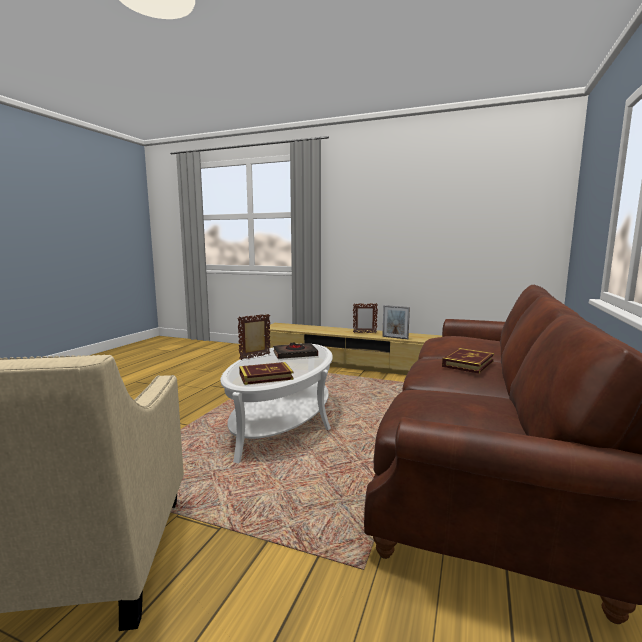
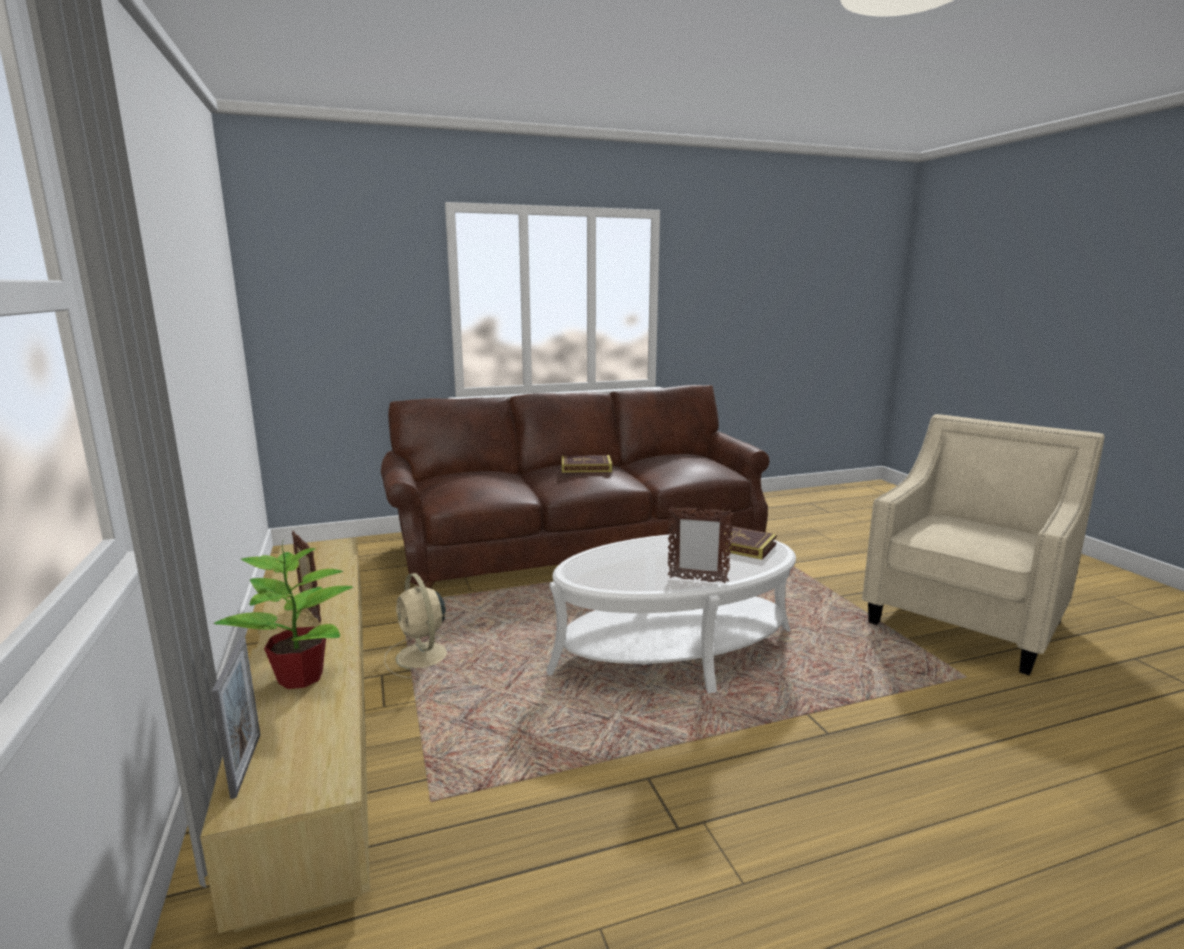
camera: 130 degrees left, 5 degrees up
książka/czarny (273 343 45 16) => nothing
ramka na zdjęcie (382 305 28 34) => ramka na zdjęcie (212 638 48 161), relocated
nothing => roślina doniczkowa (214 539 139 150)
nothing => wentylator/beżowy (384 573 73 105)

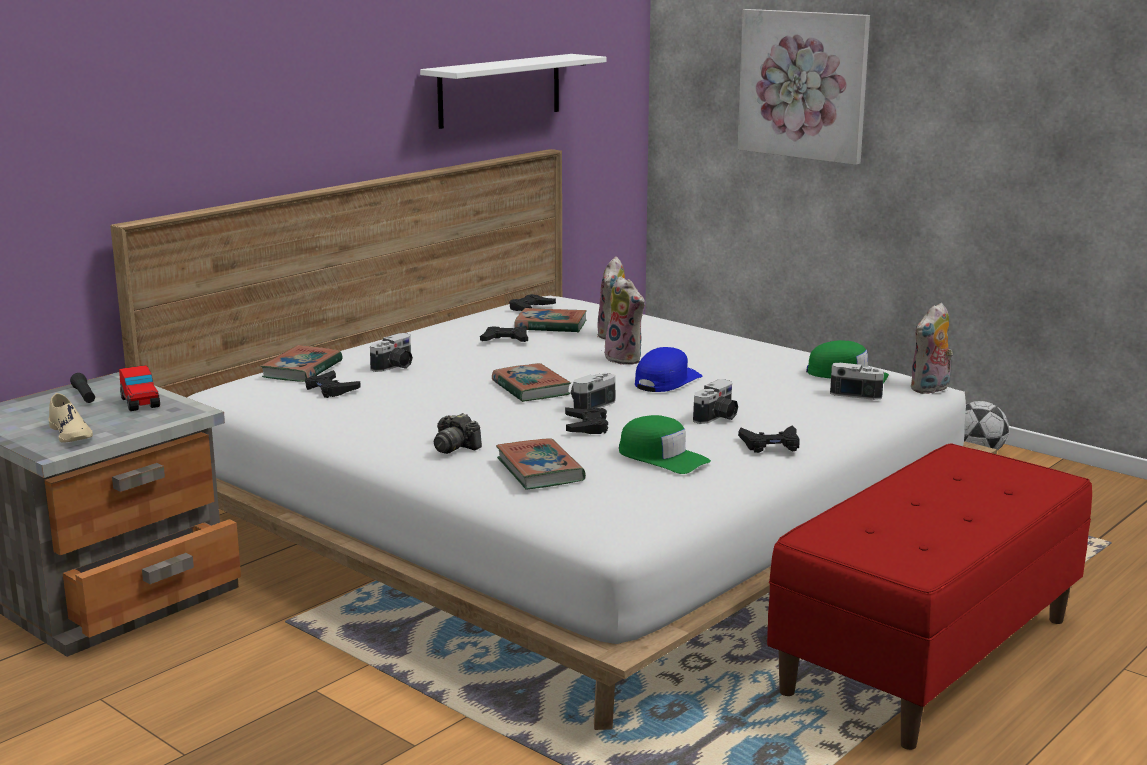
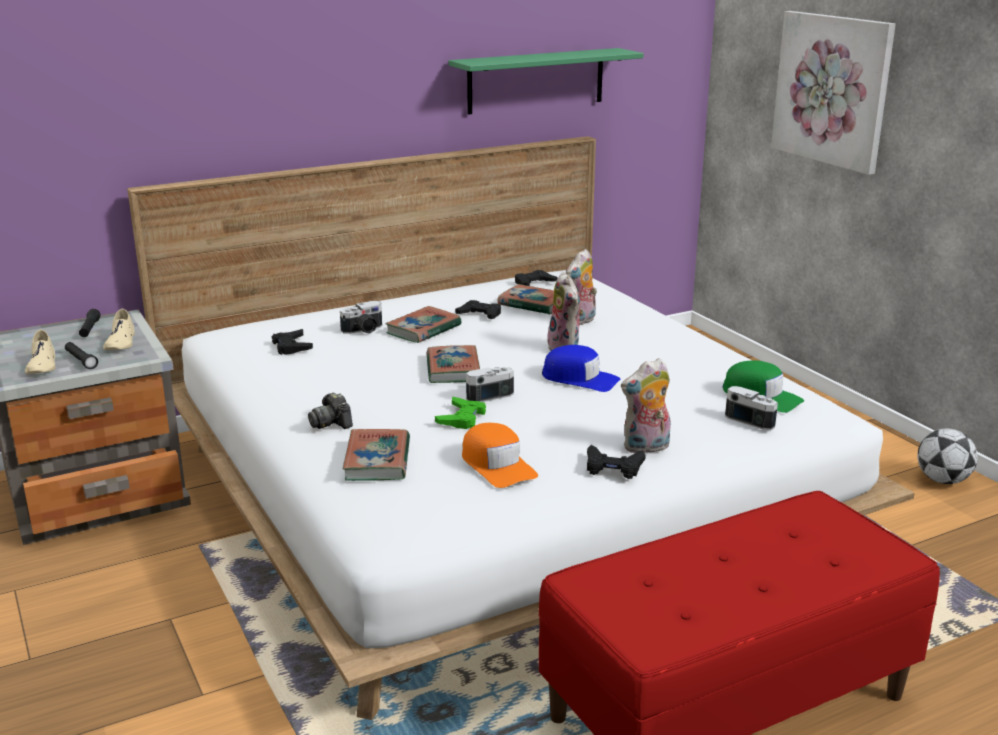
camera: 20 degrees right, 5 degrees up
samochodzik (119 365 41 46) => but/beżowy (103 308 32 42)
książka (260 345 83 37) => książka (385 306 76 37), relocated
półka/biały (420 54 187 75) => półka/zielony (449 48 195 67)
pad do gier/czarny (565 407 43 27) => pad do gier/zielony (435 396 51 33)
czapka z daszkiem/zielony (619 415 92 59) => czapka z daszkiem/pomarańczowy (462 423 76 65)
czapka z daszkiem/niebieski (635 347 67 45) => czapka z daszkiem/niebieski (542 345 78 47), 60 degrees clockwise
aparat fotograficzny (693 379 45 45) => nothing
pluszak (911 303 42 91) => pluszak (621 358 50 95), relocated
nothing => latarka/czarny (65 342 33 27)

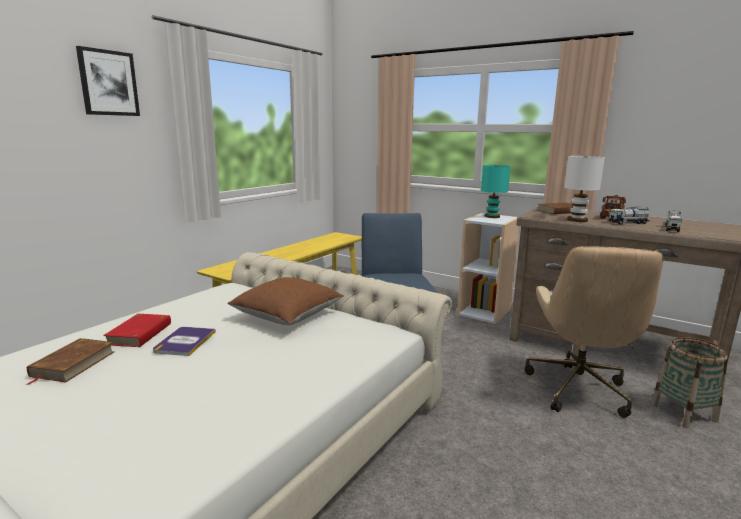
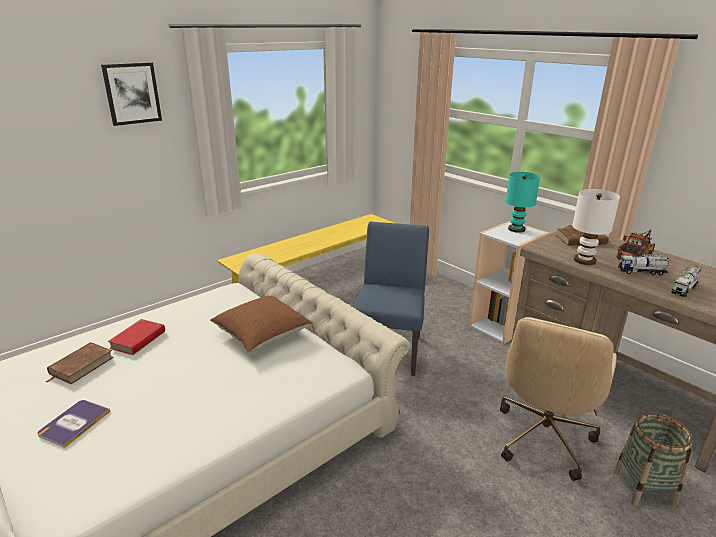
camera: 15 degrees right, 10 degrees up
książka (153 327 63 29) => książka (37 400 73 48), relocated

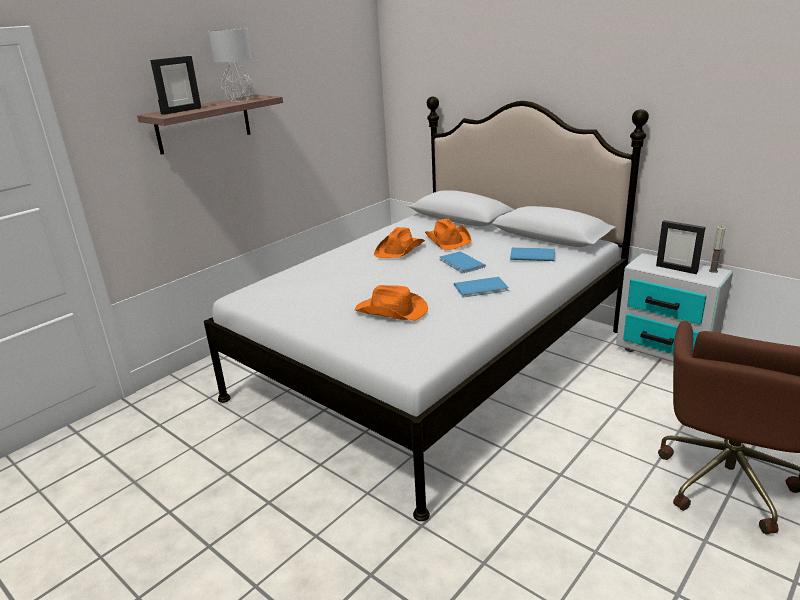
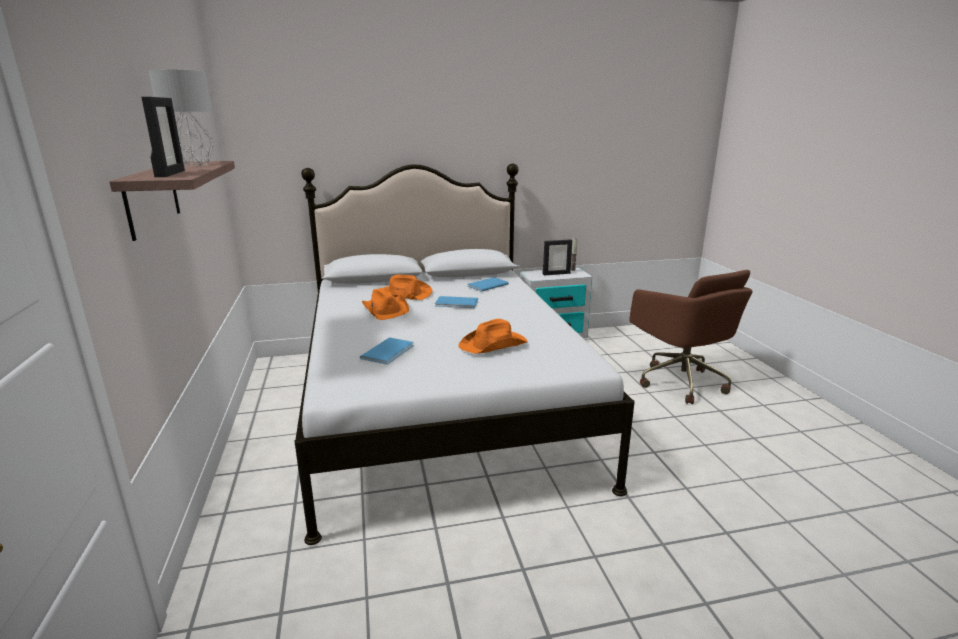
camera: 55 degrees left, 5 degrees down
książka/niebieski (454 277 55 21) => książka/niebieski (360 338 54 27), relocated

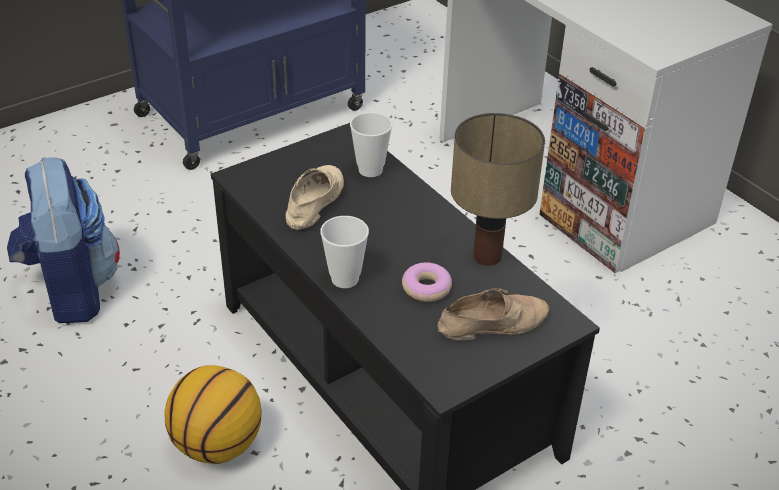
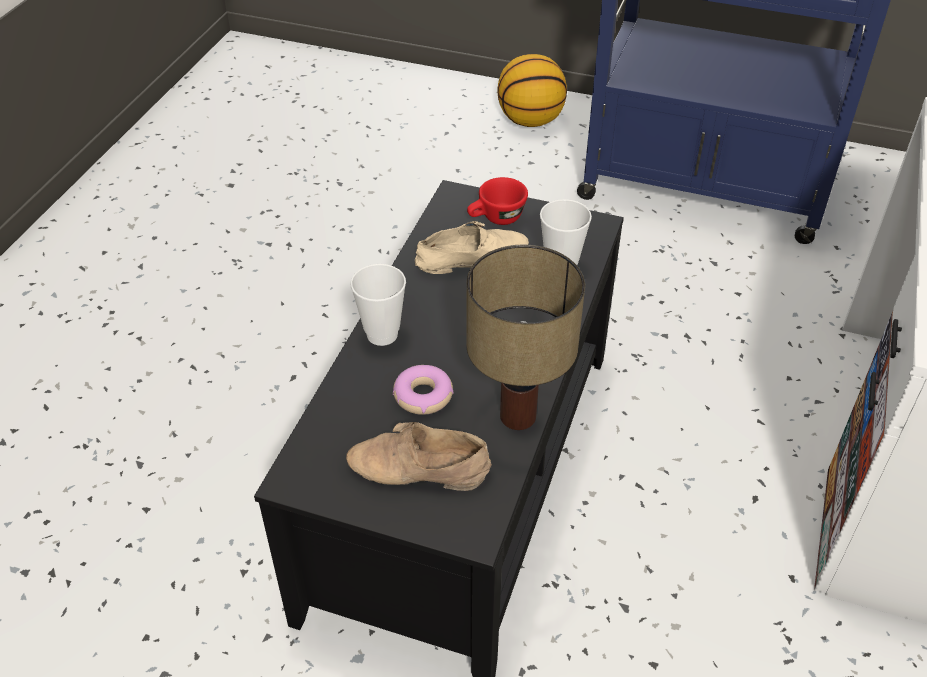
camera: 55 degrees right, 5 degrees up
plecak (7 158 113 165) => nothing
piłka do koszykówki (164 365 98 99) => piłka do koszykówki (497 54 70 73), relocated
but/beżowy (438 288 111 52) => but/beżowy (346 422 146 69), 150 degrees clockwise
nothing => filiżanka/czerwony (467 177 61 48)

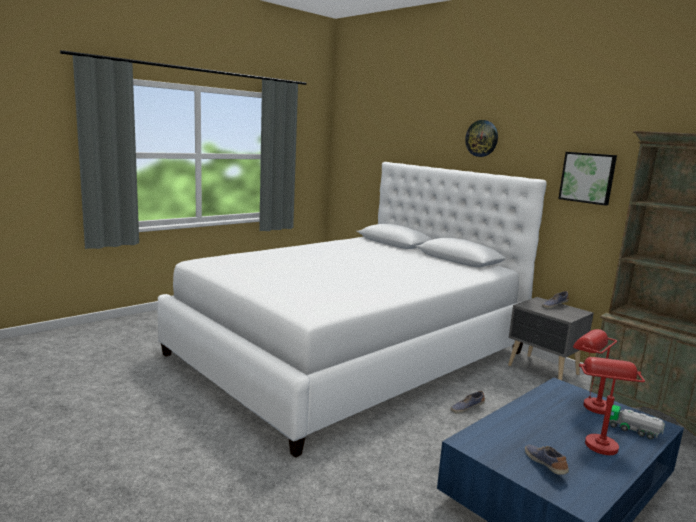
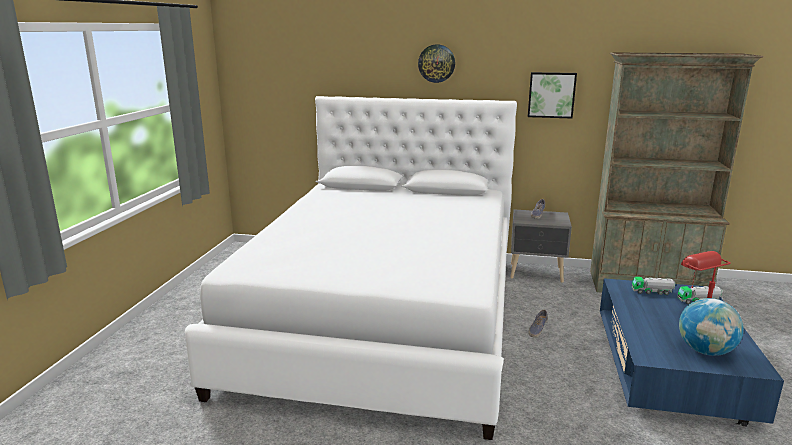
camera: 35 degrees left, 5 degrees up
but (525 445 44 30) => globus (679 298 65 58)
lampa stołowa/czerwony (573 329 44 86) => ciężarówka zabawkowa (632 277 43 18)

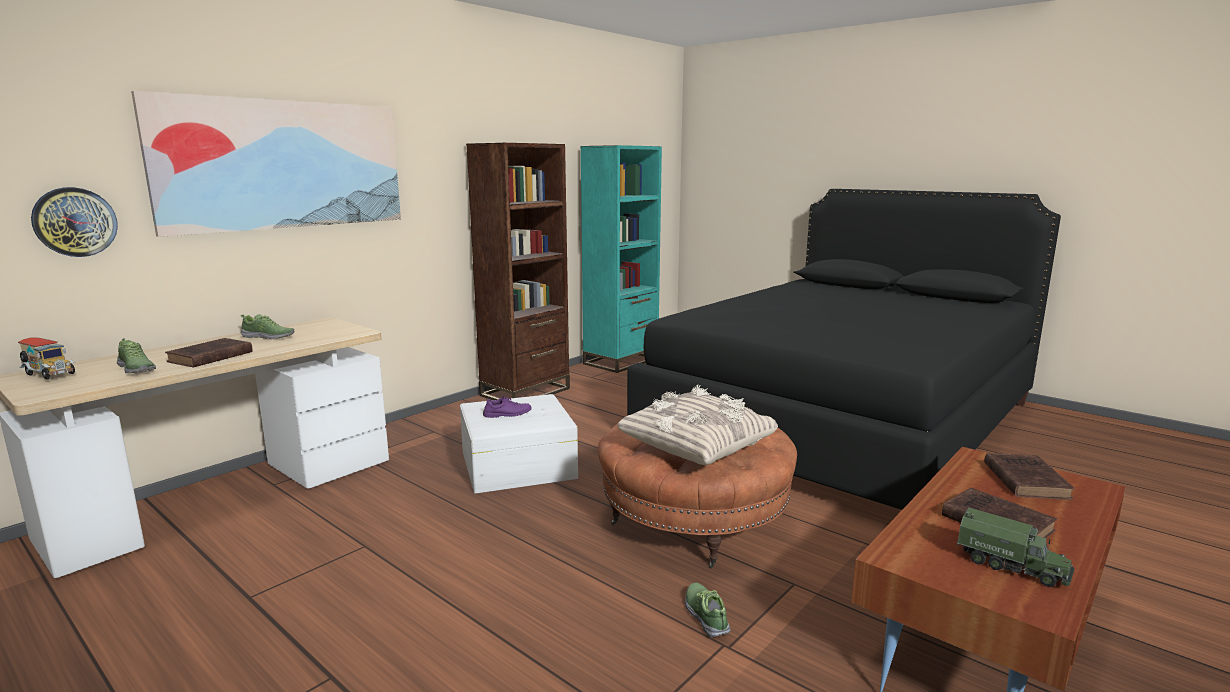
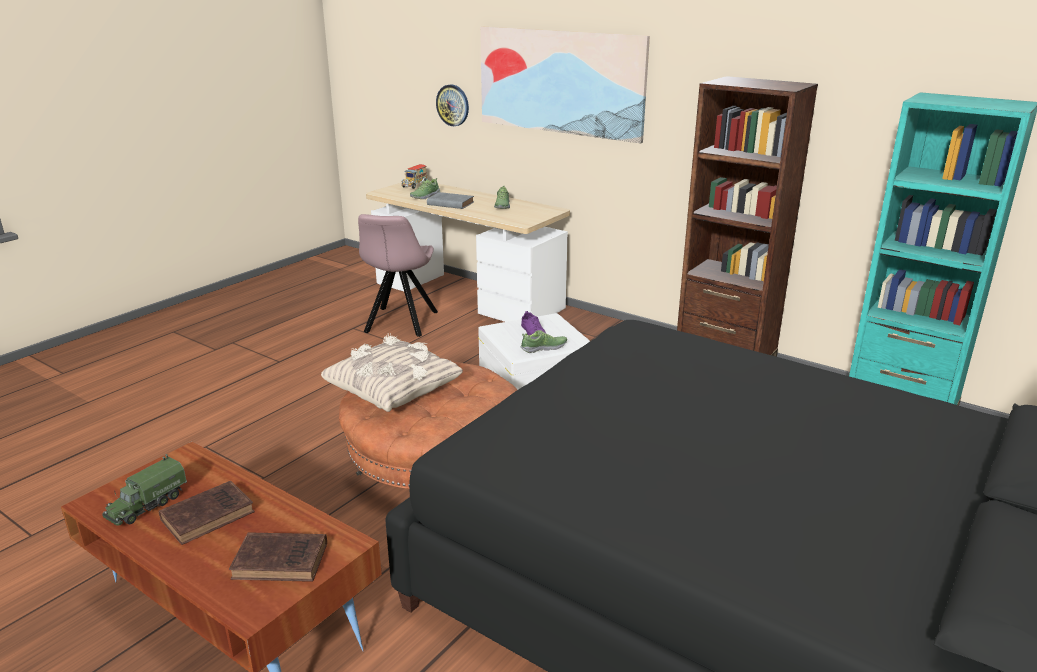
camera: 85 degrees right, 10 degrees up
książka/brązowy (165 338 88 30) => książka/szary (427 192 47 17)
but (685 582 46 56) => but (520 330 47 23), relocated
nothing => krzesło/różowy (358 214 80 123)

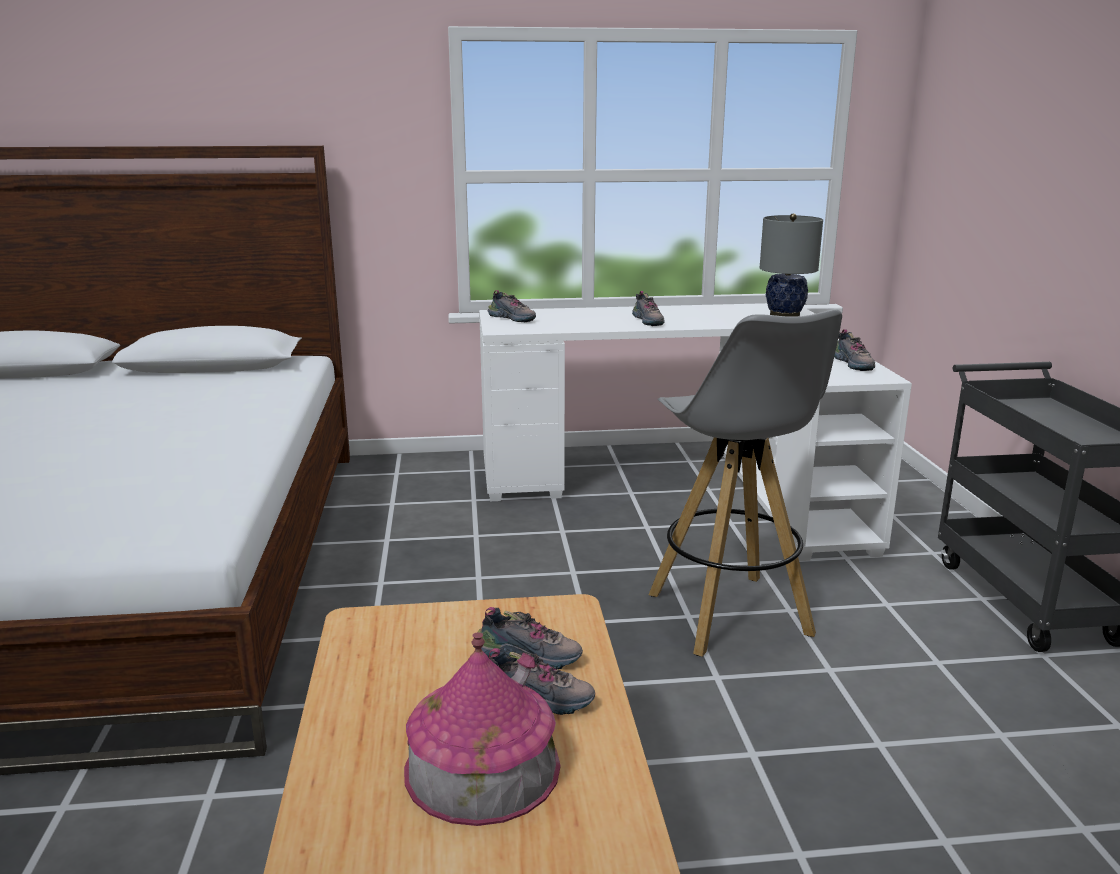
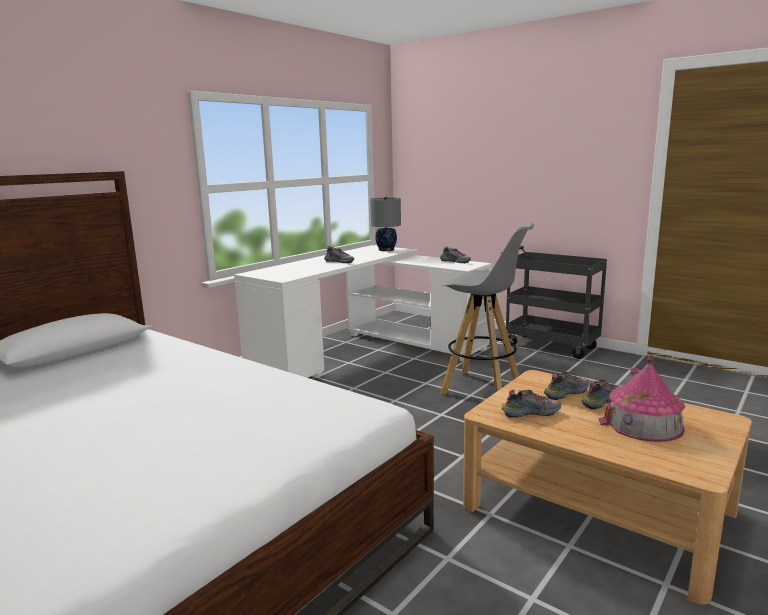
camera: 45 degrees left, 5 degrees down
but (488 290 48 32) => but (502 389 59 29), relocated

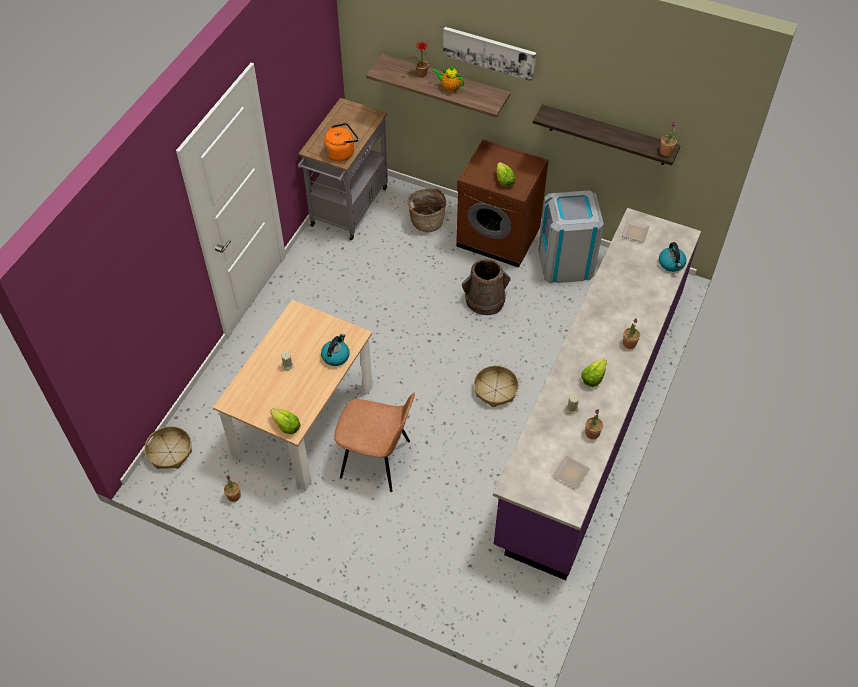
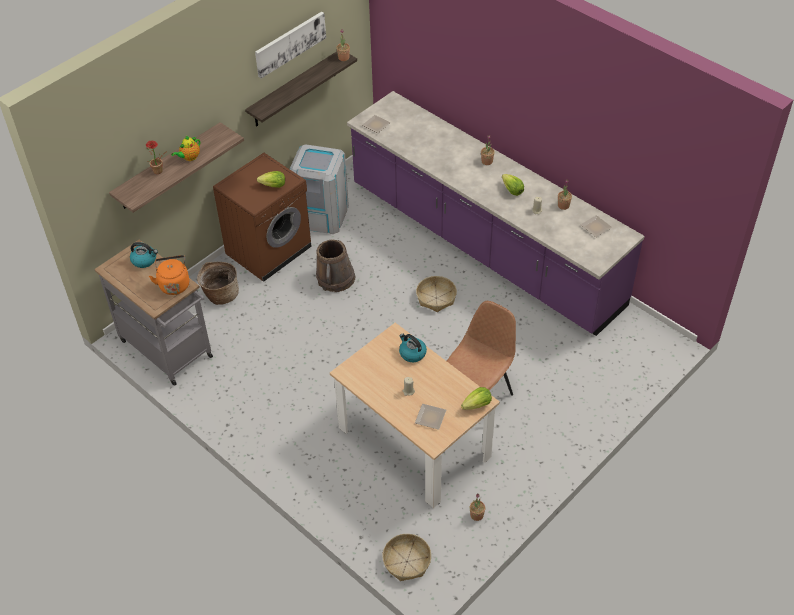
camera: 70 degrees left, 5 degrees down
obraz (443 27 93 54) => obraz (255 12 71 66), relocated
czajnik (659 242 28 30) => czajnik (130 242 28 26), relocated
nothing => talerz (415 404 31 26)

